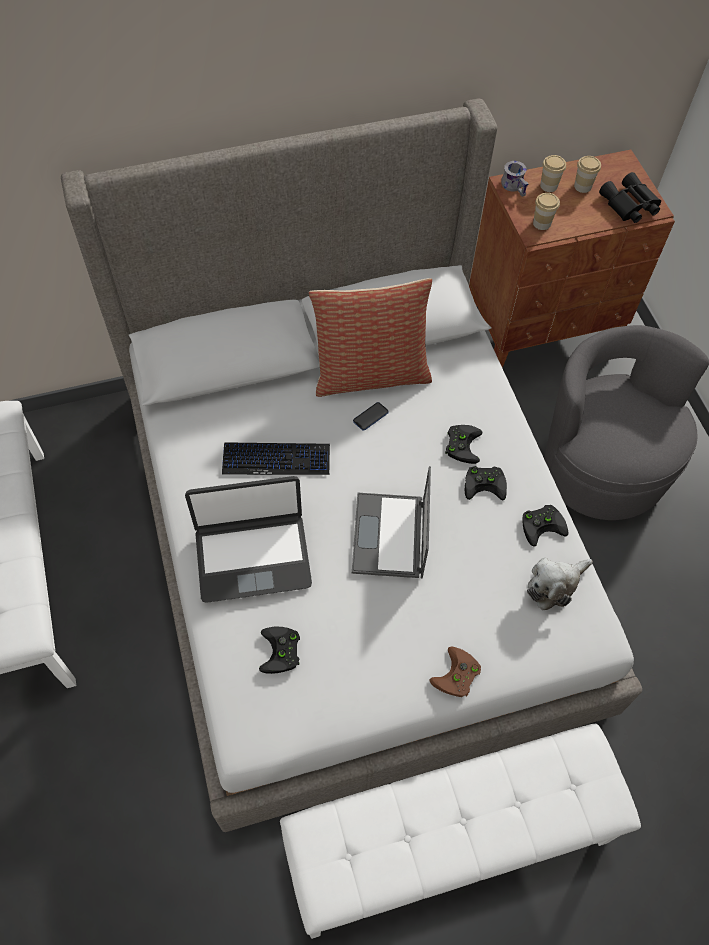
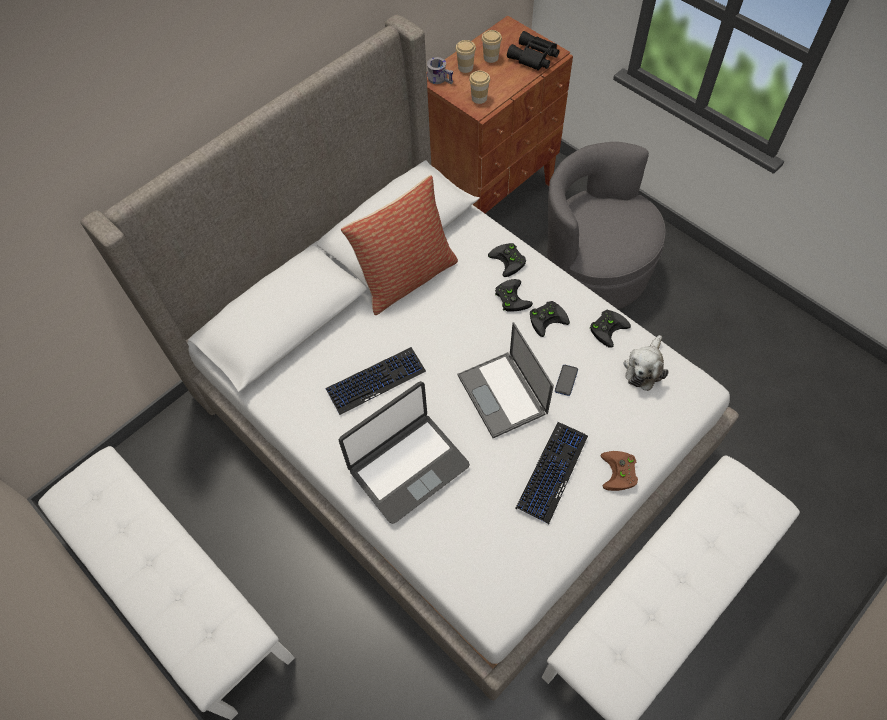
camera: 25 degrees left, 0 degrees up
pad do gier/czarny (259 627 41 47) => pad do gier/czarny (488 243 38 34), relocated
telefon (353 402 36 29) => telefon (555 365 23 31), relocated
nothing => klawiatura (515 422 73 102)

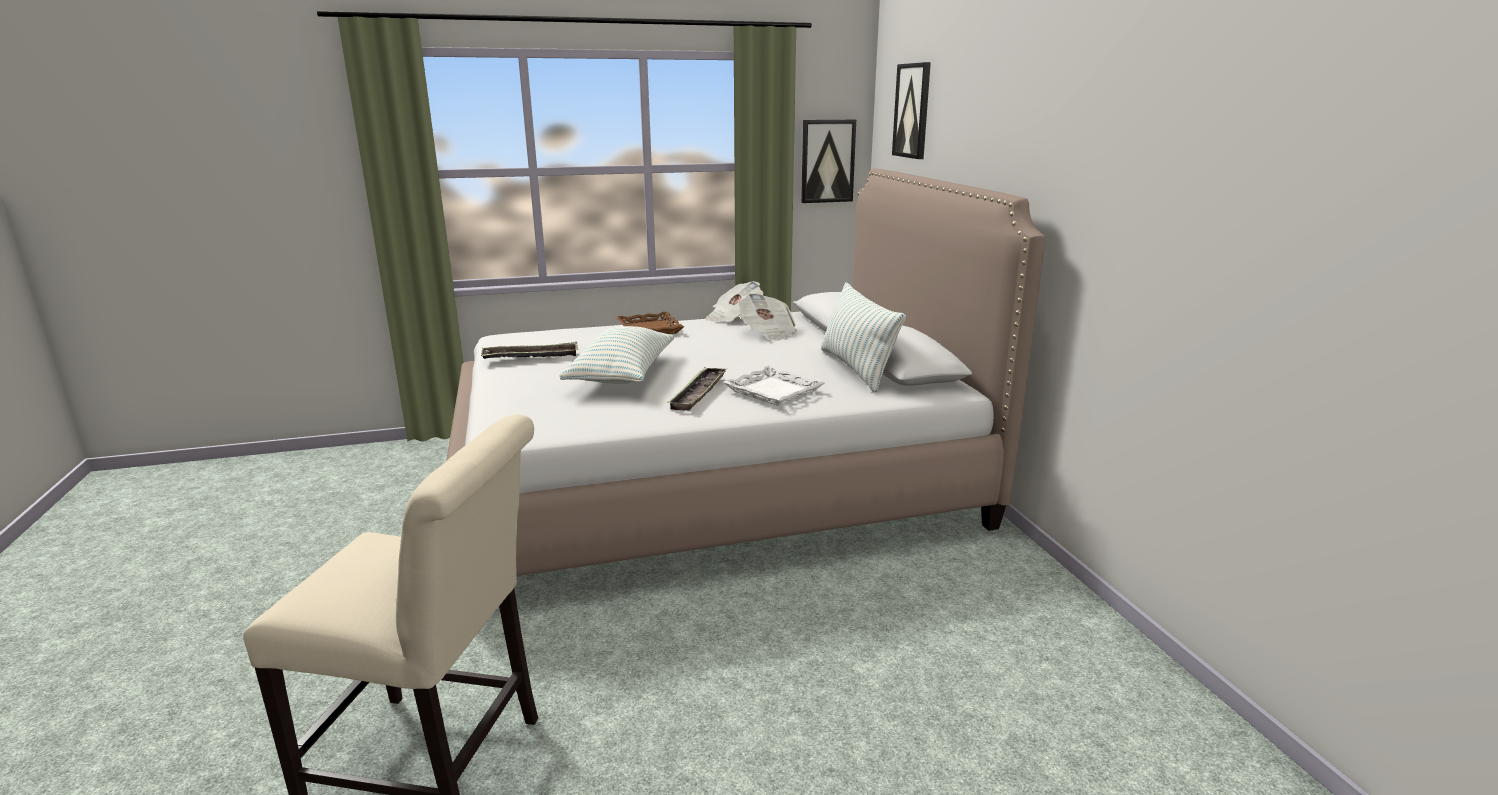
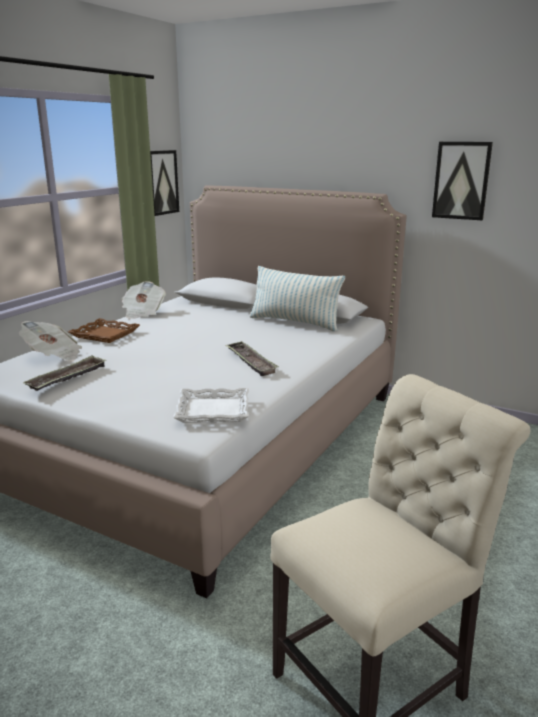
camera: 45 degrees left, 0 degrees up
poduszka (559 326 116 58) => nothing
taca/biały (723 365 103 41) => taca/biały (173 388 76 35), relocated
gazeta (738 293 59 48) => gazeta (19 321 63 40), relocated
obraz (892 62 39 97) => obraz (432 142 61 78), relocated

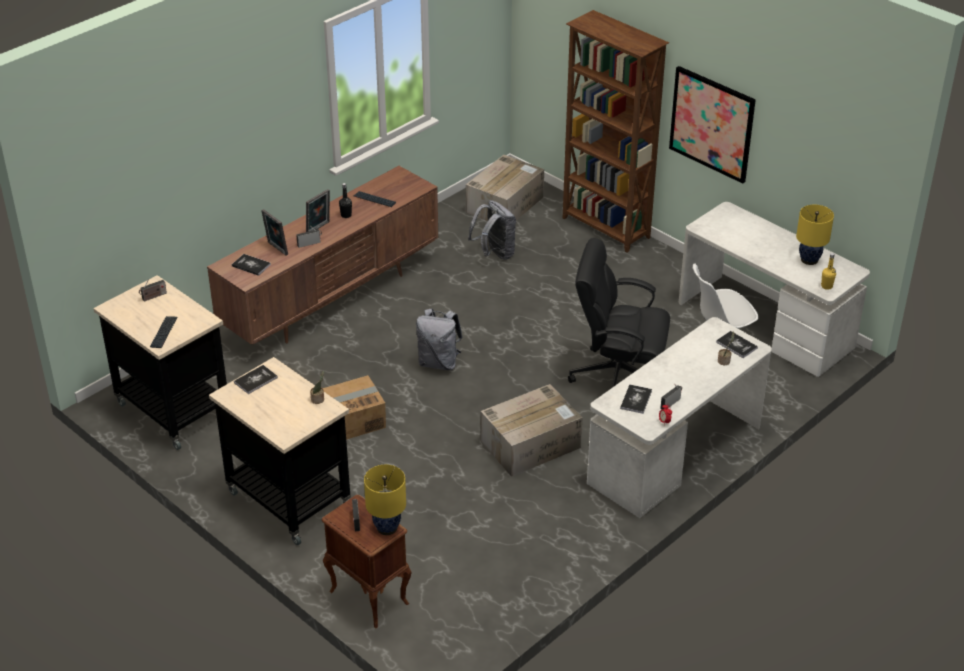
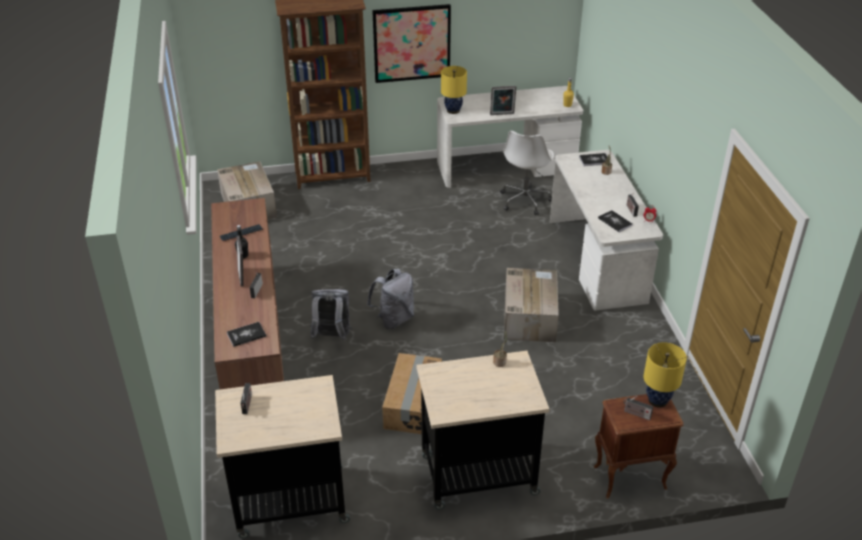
camera: 55 degrees left, 0 degrees up
klawiatura (150 316 28 32) => nothing
książka (234 365 44 29) => nothing
ramka na zdjęcie (261 209 27 47) => ramka na zdjęcie (490 86 26 29), relocated
plecak/szary (468 200 48 60) => plecak/szary (310 289 42 52), relocated
krzesło biurowe/czarny (568 238 102 150) => nothing
lampa stołowa/żółty (796 205 38 60) => lampa stołowa/żółty (441 66 26 48), relocated

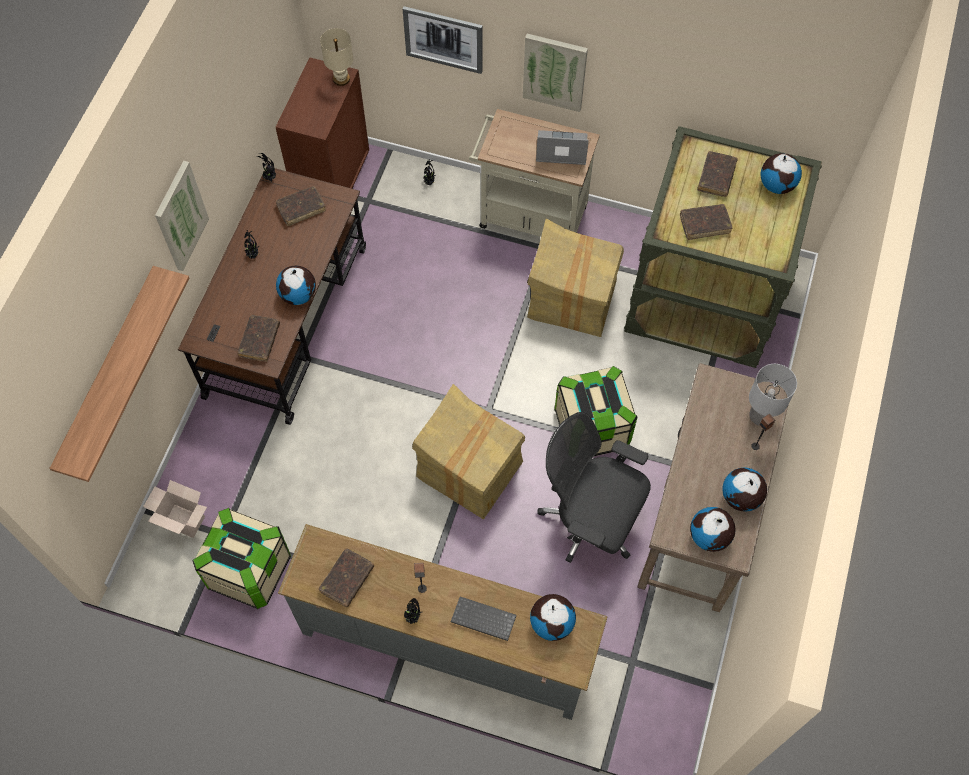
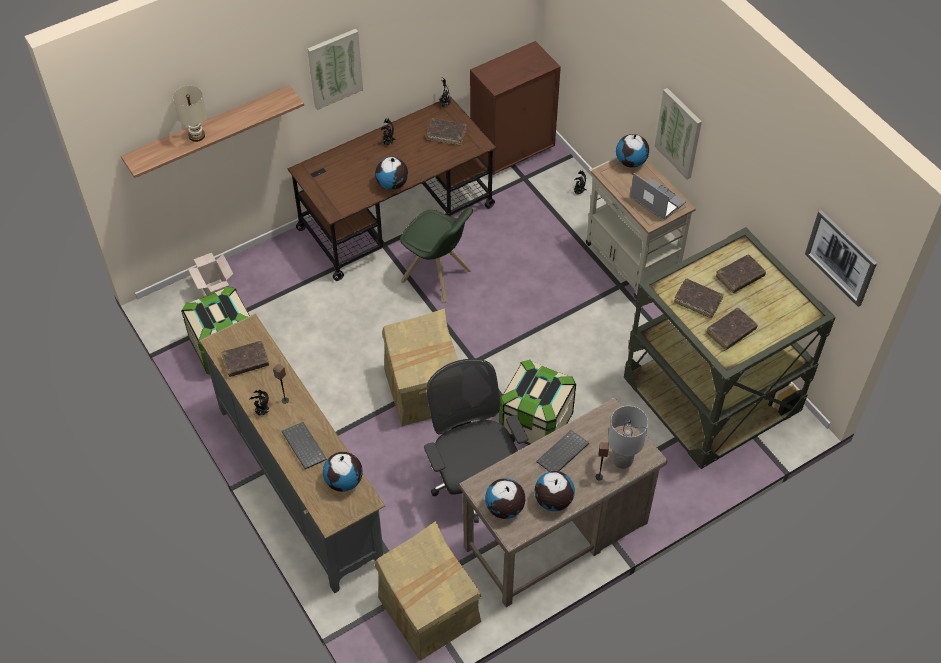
camera: 40 degrees right, 10 degrees down
książka/brązowy (237 315 43 47) => książka/brązowy (706 308 52 42), relocated
lampa stołowa/beżowy (320 28 33 58) => lampa stołowa/beżowy (173 86 34 56), relocated
obraz (403 6 80 68) => obraz (805 210 72 97), relocated
karton (527 218 97 119) => karton (375 521 106 140), relocated
globus (761 153 41 41) => globus (616 134 33 34), relocated
nothing => krzesło/zielony (400 207 73 95)
nothing => klawiatura (536 430 53 41)

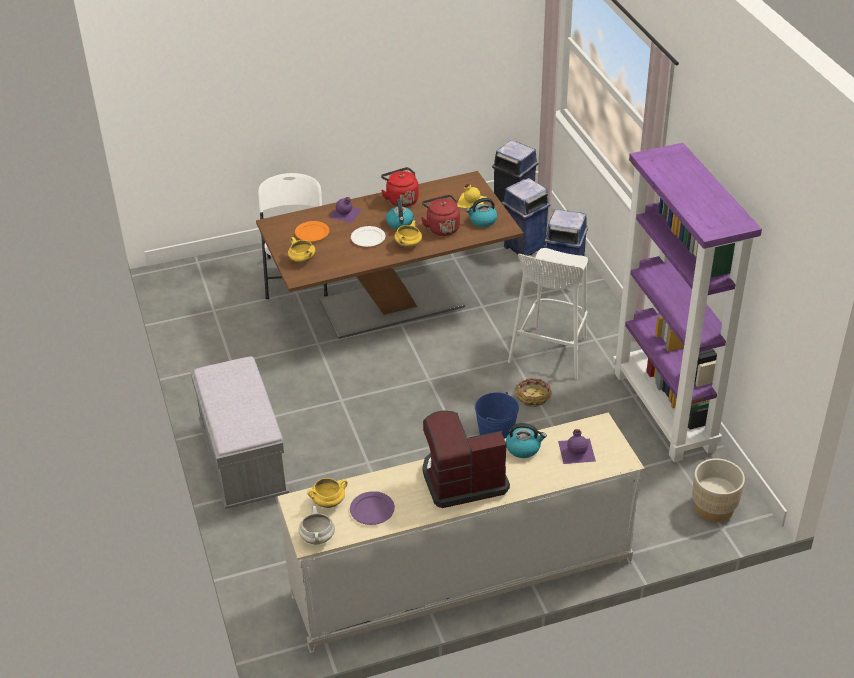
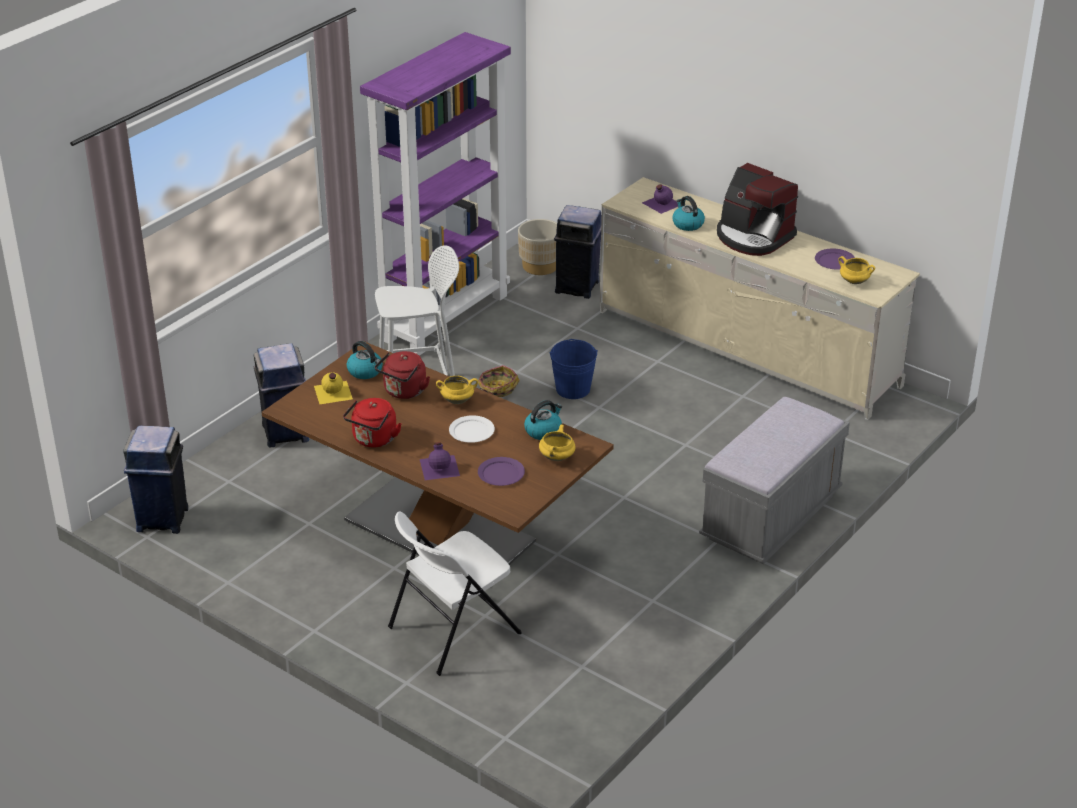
camera: 125 degrees left, 5 degrees down
talerz/pomarańczowy (295 221 34 20) => talerz/fioletowy (478 457 47 29)
garnek/biały (298 506 37 38) => nothing
czajnik (386 199 28 30) => czajnik (524 400 38 40), relocated
kosz na śmieci/niebieski (502 178 48 78) => kosz na śmieci/niebieski (554 205 48 94), relocated

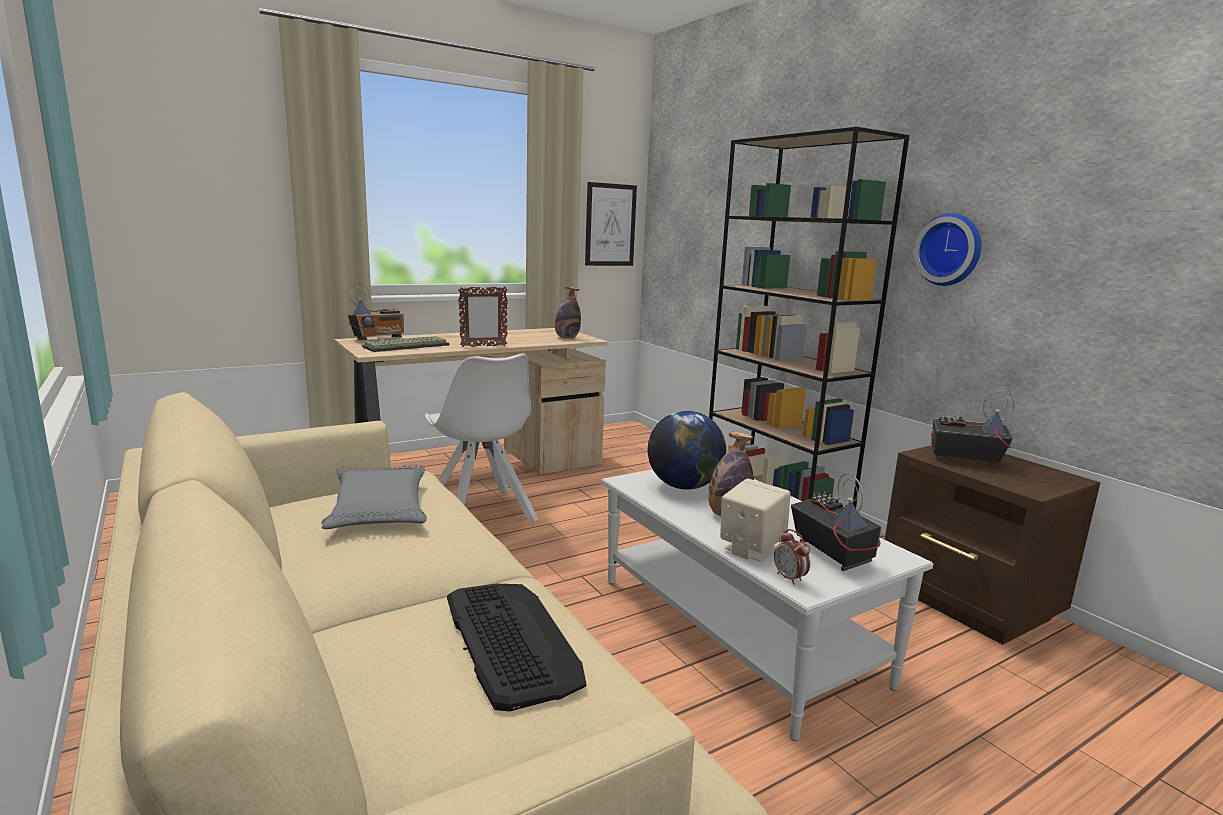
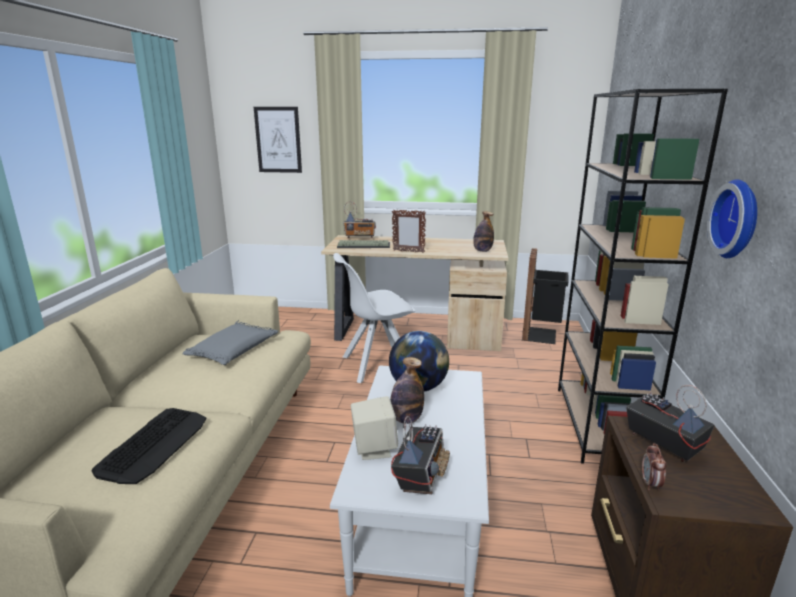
camera: 40 degrees right, 5 degrees up
krzesło/biały (425 354 113 168) => krzesło/biały (333 253 82 130), 60 degrees clockwise
obraz (585 182 52 84) => obraz (254 107 48 66), relocated
budzik (774 529 36 56) => budzik (642 443 24 47), relocated
nothing => kosz na śmieci/czarny (522 248 46 96)

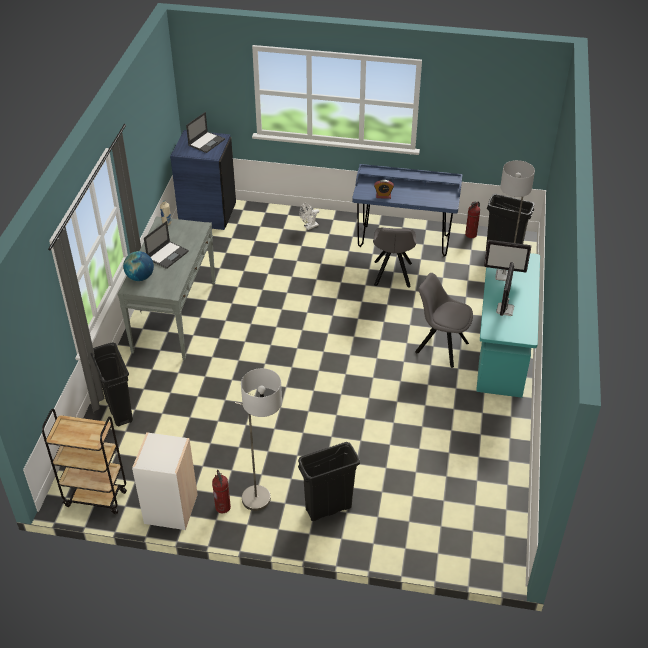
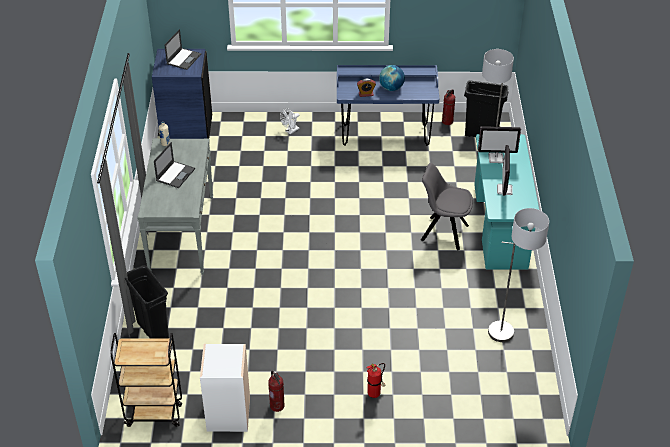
camera: 10 degrees left, 0 degrees up
globus (123 251 31 30) => globus (379 65 26 26), relocated
lampa stojąca/szary (235 368 47 143) => lampa stojąca/szary (488 208 61 134), relocated
kosz na śmieci/czarny (298 442 62 79) => gaśnica (366 363 19 35)
krzesło/szary (373 228 44 60) => nothing

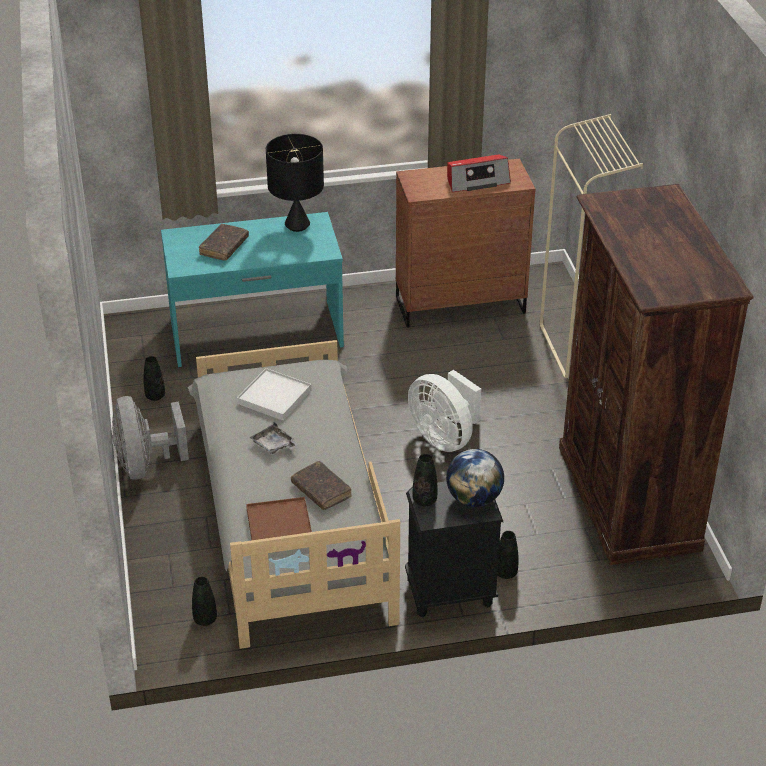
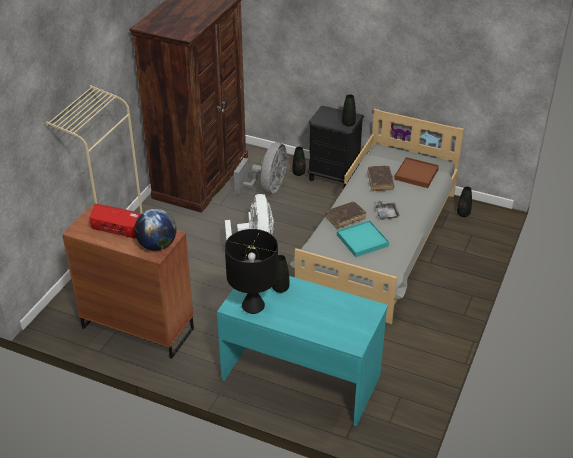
camera: 145 degrees left, 0 degrees up
wentylator/szary (112 396 77 84) => wentylator/szary (234 142 53 53), relocated
wazon/czarny (144 356 21 45) => wazon/czarny (272 255 17 38), relocated
książka/brązowy (199 224 50 36) => książka/brązowy (325 201 41 28), relocated
taca/biały (237 368 74 53) => taca/turkusowy (337 220 52 37)
globus (446 449 58 58) => globus (134 209 43 42), relocated

